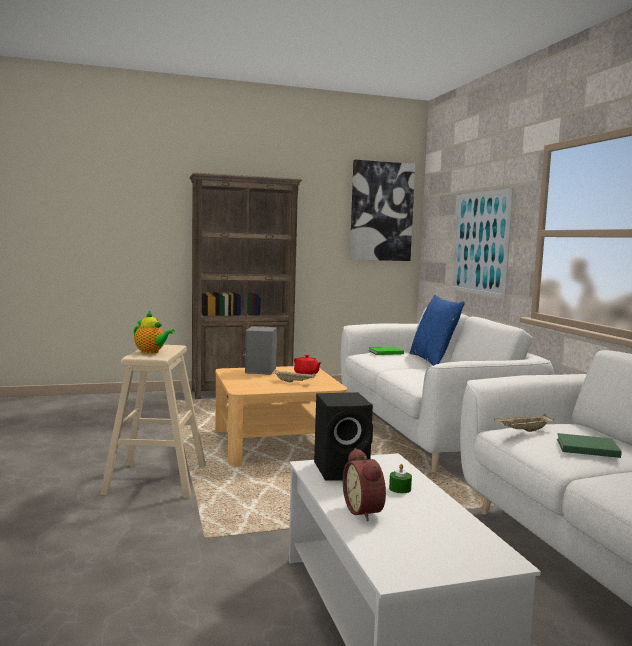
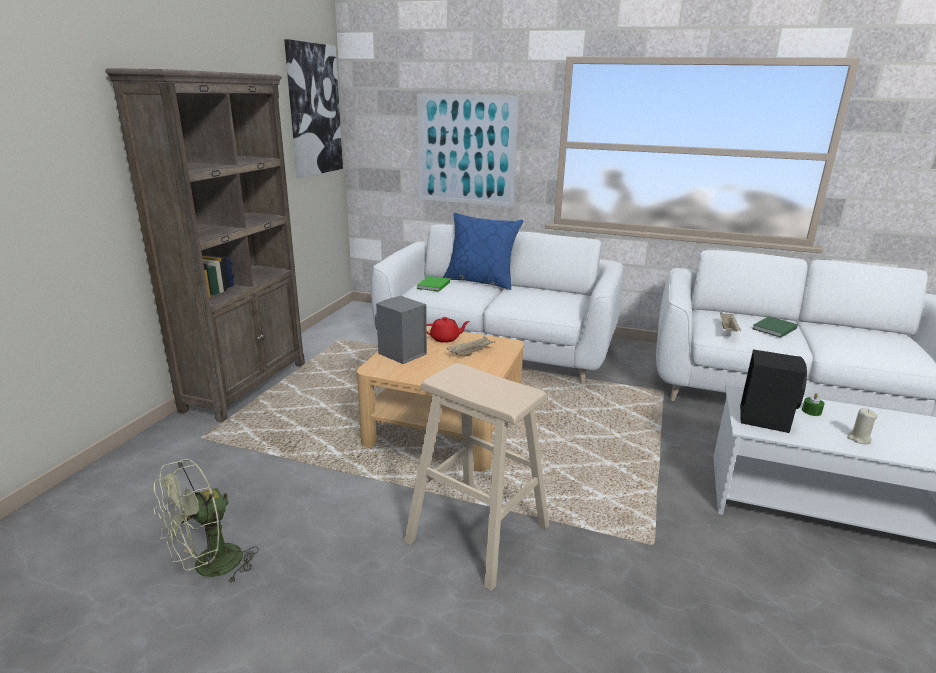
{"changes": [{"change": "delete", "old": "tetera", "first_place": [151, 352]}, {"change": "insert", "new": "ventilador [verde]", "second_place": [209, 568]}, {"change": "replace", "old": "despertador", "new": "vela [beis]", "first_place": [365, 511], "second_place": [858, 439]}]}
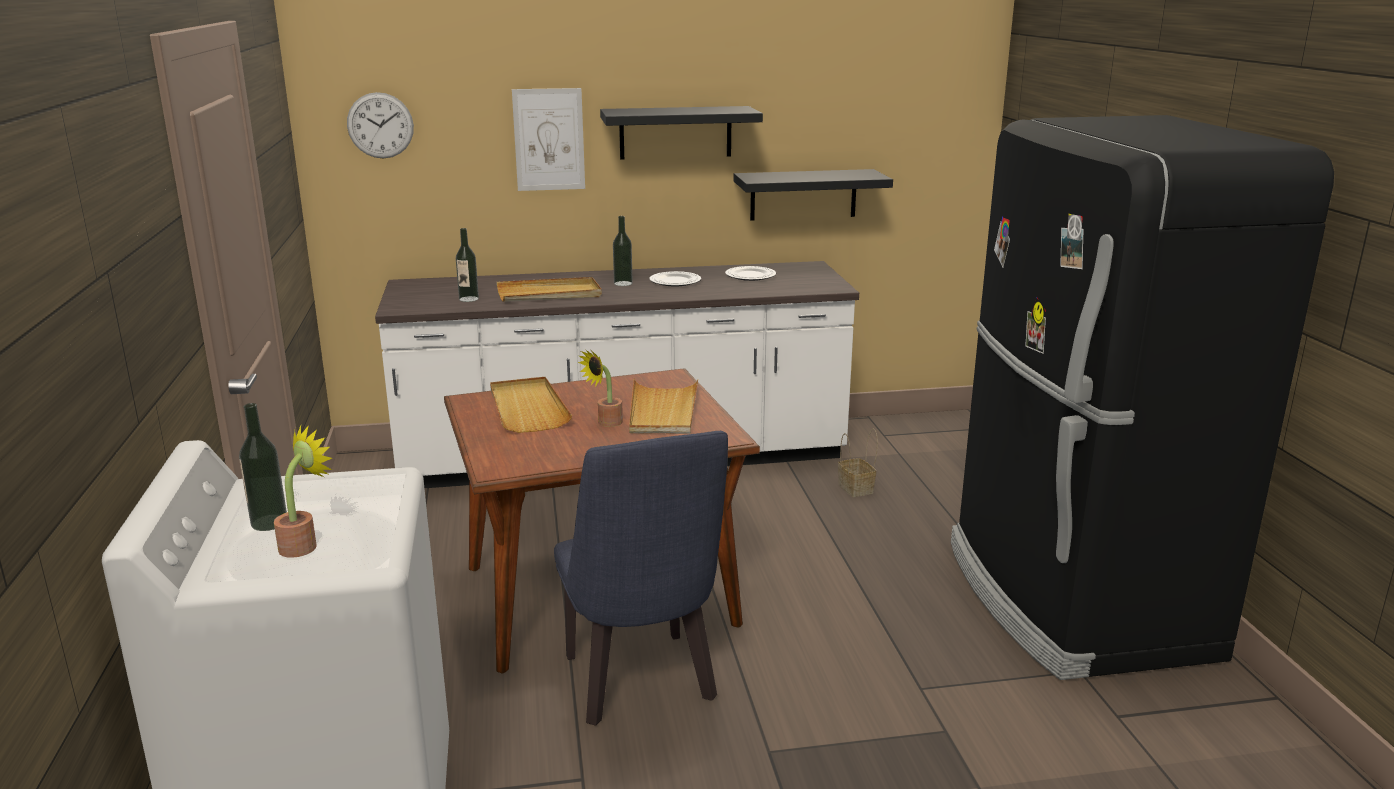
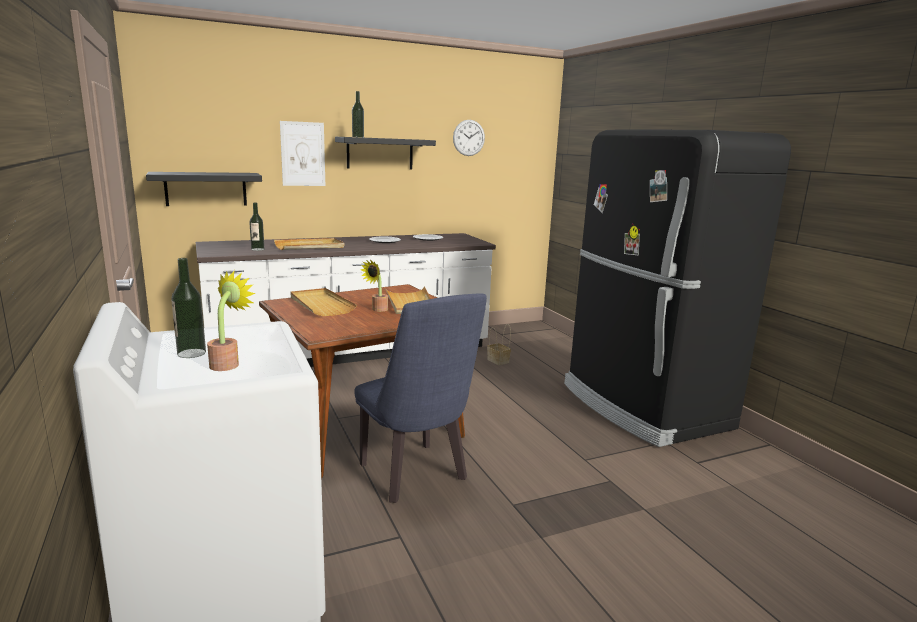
{"changes": [{"change": "move", "old": "reloj de pared", "first_place": [380, 125], "second_place": [468, 138]}, {"change": "move", "old": "botella", "first_place": [623, 283], "second_place": [358, 137]}, {"change": "move", "old": "estante [negro]", "first_place": [803, 194], "second_place": [206, 189]}]}
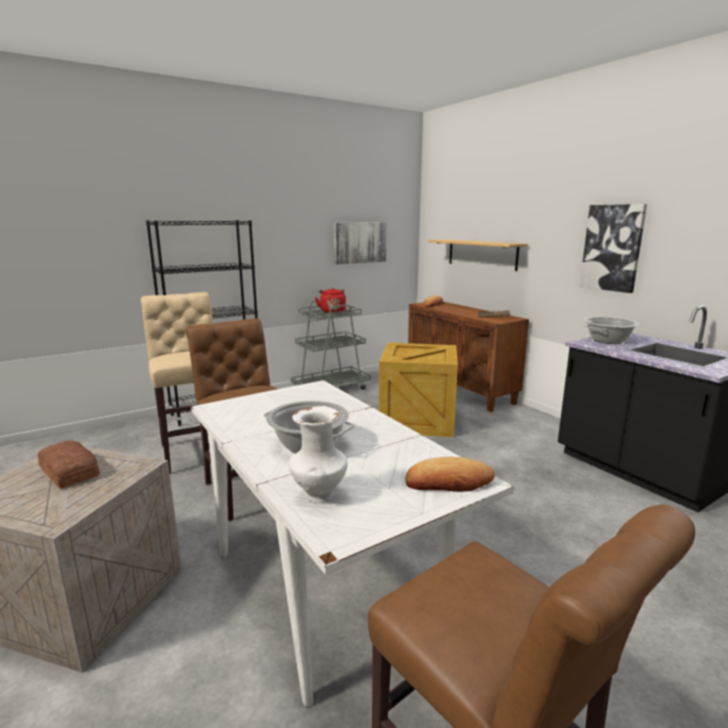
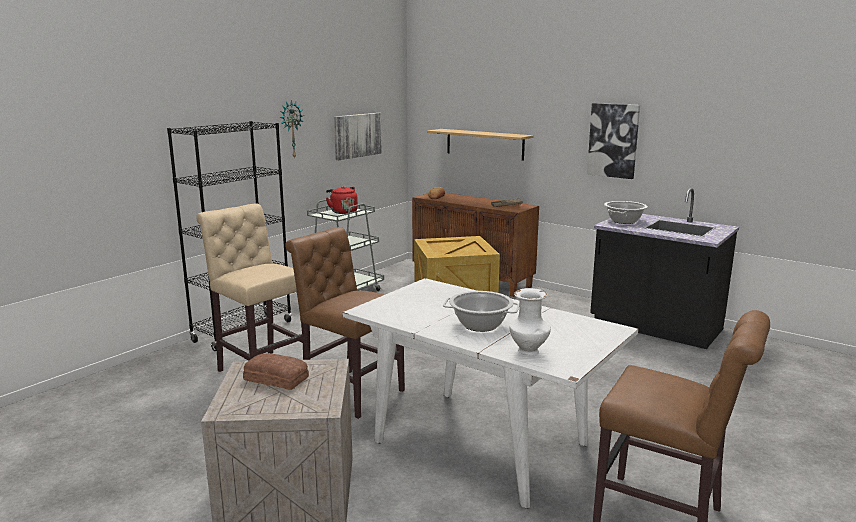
{"changes": [{"change": "delete", "old": "pan", "first_place": [448, 482]}, {"change": "insert", "new": "reloj de pared", "second_place": [291, 129]}]}
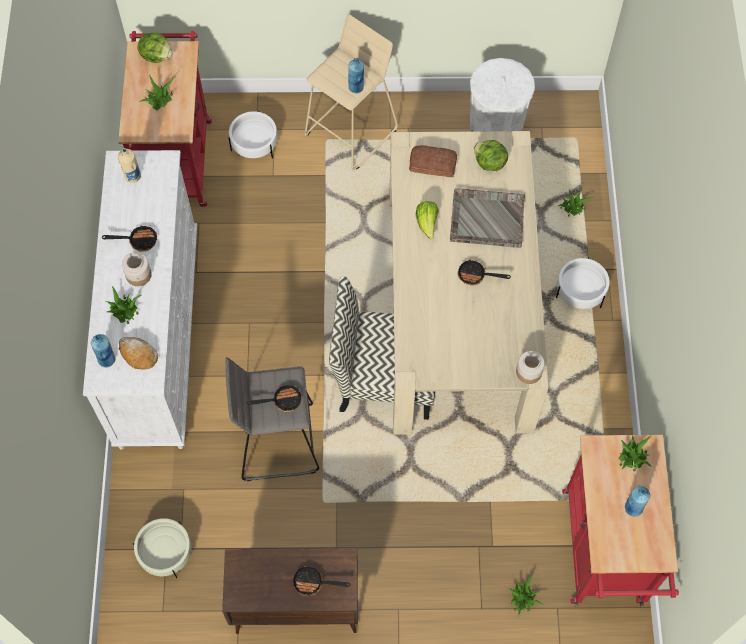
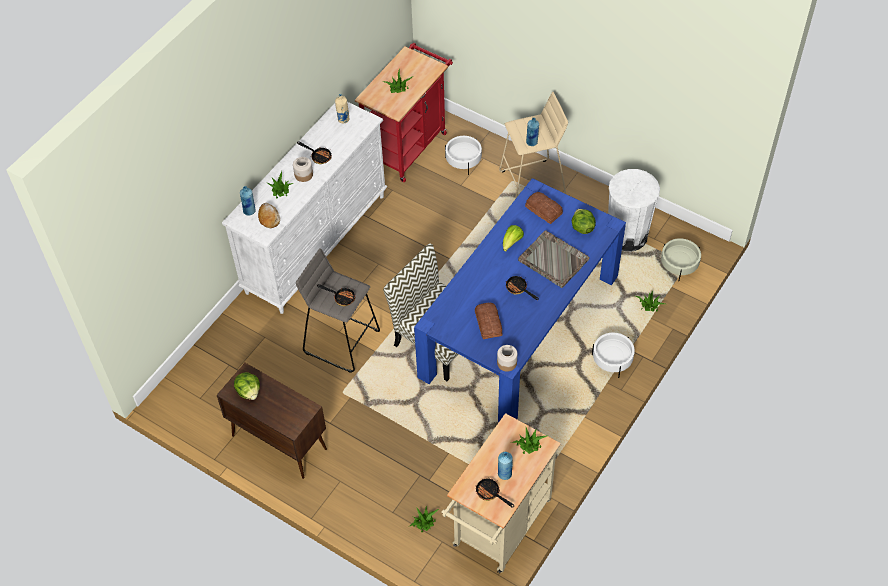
{"changes": [{"change": "insert", "new": "pan", "second_place": [489, 323]}, {"change": "move", "old": "maceta [beis]", "first_place": [165, 552], "second_place": [679, 265]}, {"change": "move", "old": "lechuga", "first_place": [156, 55], "second_place": [249, 391]}, {"change": "move", "old": "sartén", "first_place": [313, 583], "second_place": [490, 493]}, {"change": "recolor", "old": "mesa de comedor [beis]", "new": "mesa de comedor [azul]", "first_place": [458, 308], "second_place": [520, 326]}, {"change": "recolor", "old": "carrito [rojo]", "new": "carrito [beis]", "first_place": [604, 555], "second_place": [499, 529]}]}
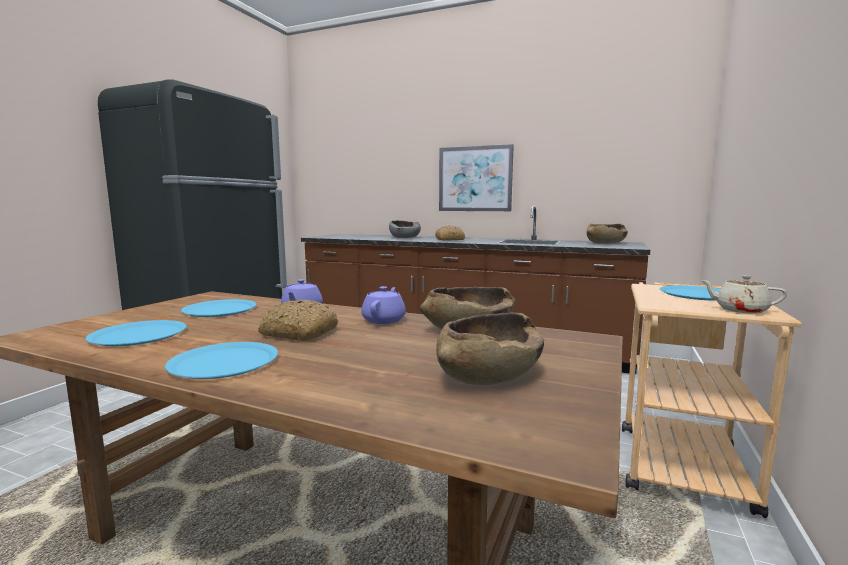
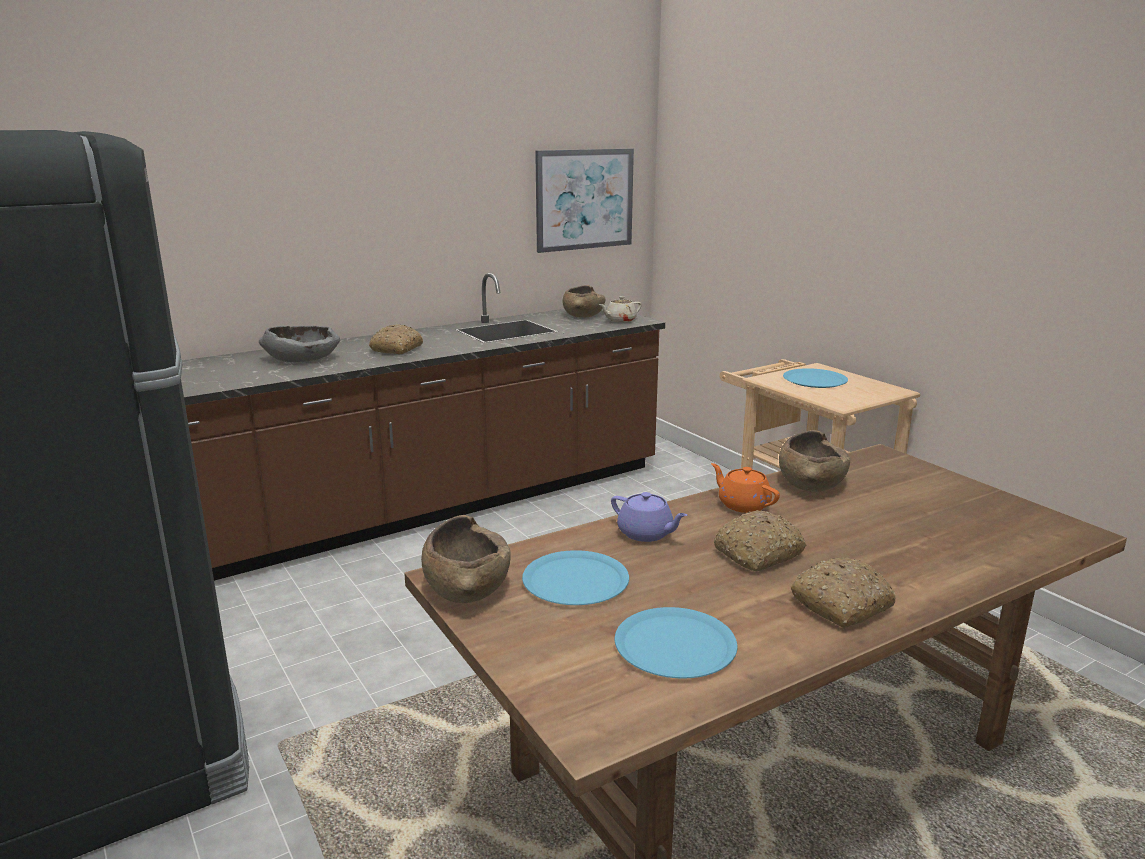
{"changes": [{"change": "move", "old": "cuenco [marrón]", "first_place": [489, 373], "second_place": [466, 584]}, {"change": "move", "old": "cuadro", "first_place": [475, 179], "second_place": [584, 199]}, {"change": "move", "old": "tetera [beis]", "first_place": [740, 310], "second_place": [620, 320]}, {"change": "replace", "old": "plato [azul]", "new": "pan", "first_place": [224, 362], "second_place": [842, 604]}, {"change": "recolor", "old": "tetera [morado]", "new": "tetera [naranja]", "first_place": [384, 320], "second_place": [742, 505]}]}
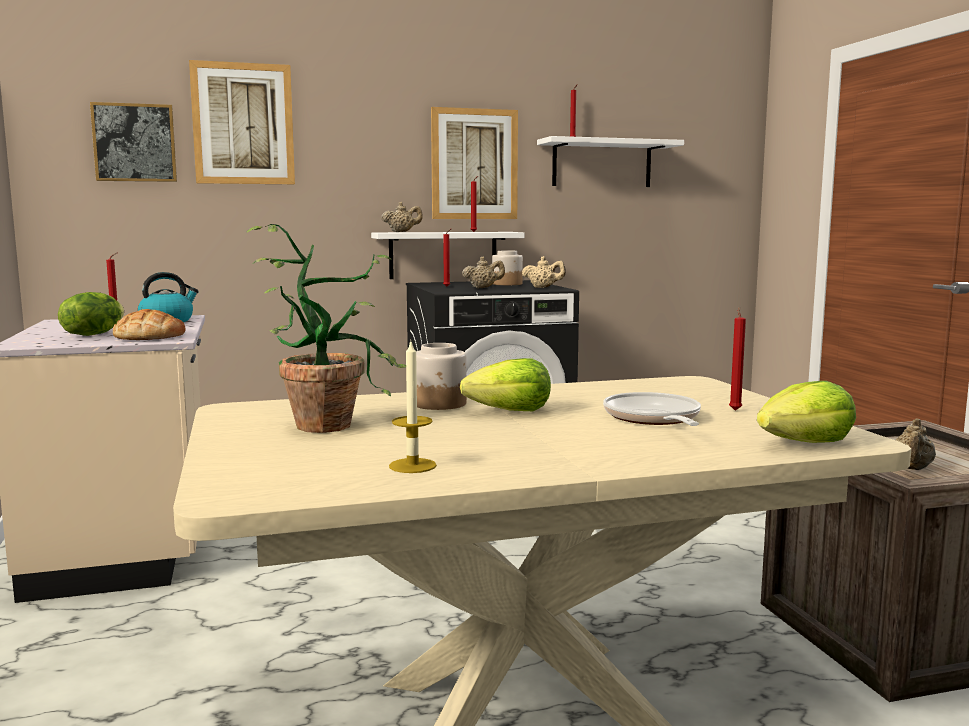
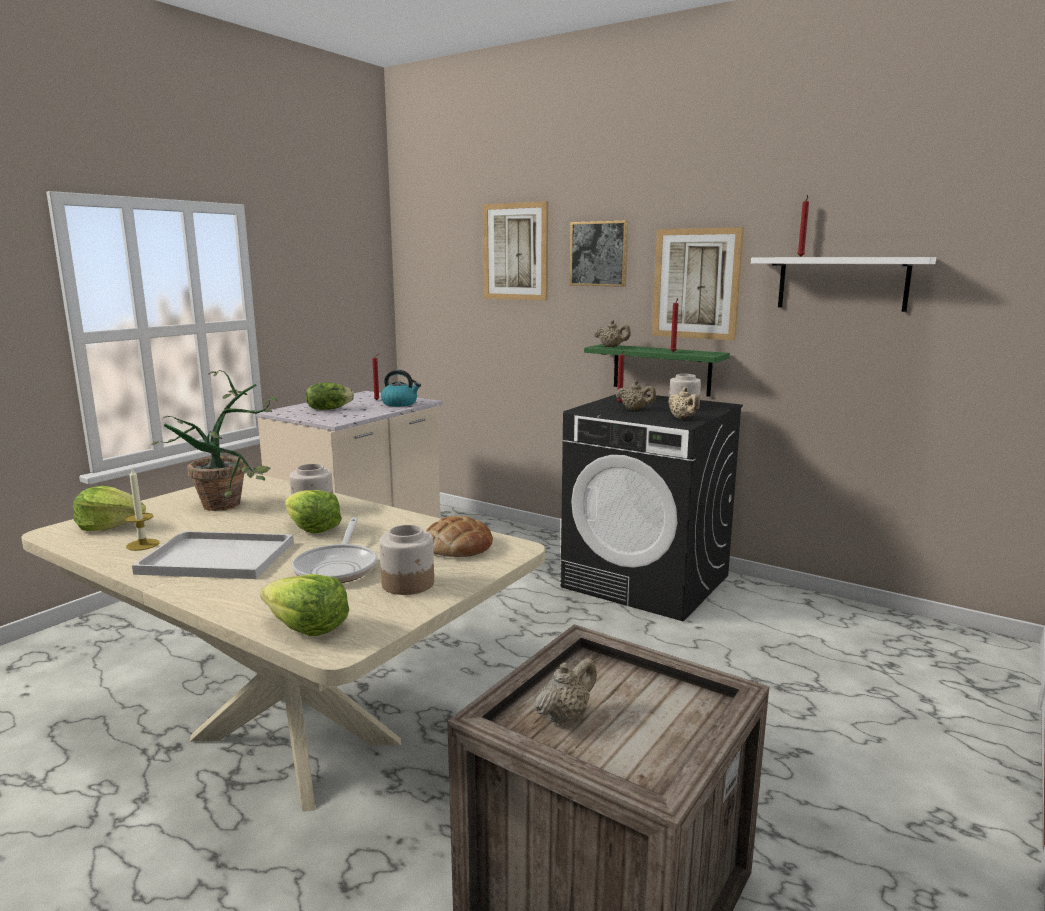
{"changes": [{"change": "insert", "new": "lechuga", "second_place": [110, 526]}, {"change": "insert", "new": "bandeja [blanco]", "second_place": [221, 557]}, {"change": "move", "old": "cuadro", "first_place": [134, 143], "second_place": [599, 254]}, {"change": "move", "old": "pan", "first_place": [150, 336], "second_place": [458, 546]}, {"change": "replace", "old": "vela [rojo]", "new": "tarro", "first_place": [735, 410], "second_place": [408, 584]}, {"change": "recolor", "old": "estante [blanco]", "new": "estante [verde]", "first_place": [443, 255], "second_place": [661, 369]}, {"change": "rotate", "old": "sartén", "first_place": [653, 419], "second_place": [338, 567], "degrees": 135}, {"change": "rotate", "old": "tetera [beis]", "first_place": [911, 469], "second_place": [565, 716], "degrees": 150}]}
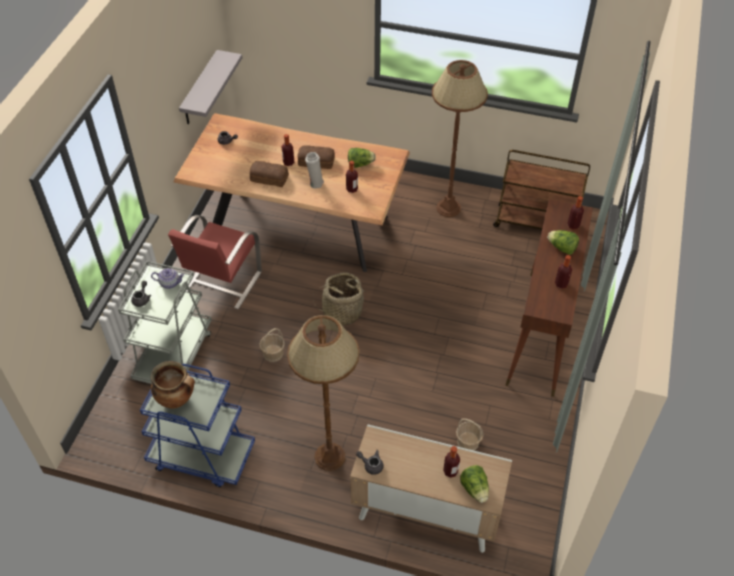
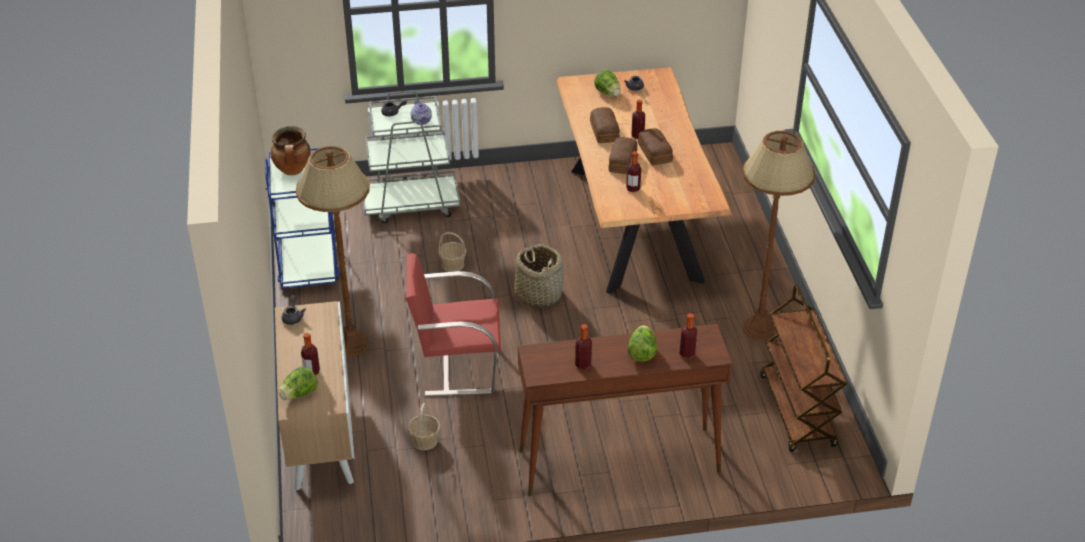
{"changes": [{"change": "delete", "old": "estante [gris]", "first_place": [200, 89]}, {"change": "move", "old": "silla [rojo]", "first_place": [221, 282], "second_place": [456, 366]}, {"change": "move", "old": "lechuga", "first_place": [360, 164], "second_place": [608, 93]}, {"change": "replace", "old": "florero [blanco]", "new": "pan", "first_place": [315, 183], "second_place": [622, 162]}]}
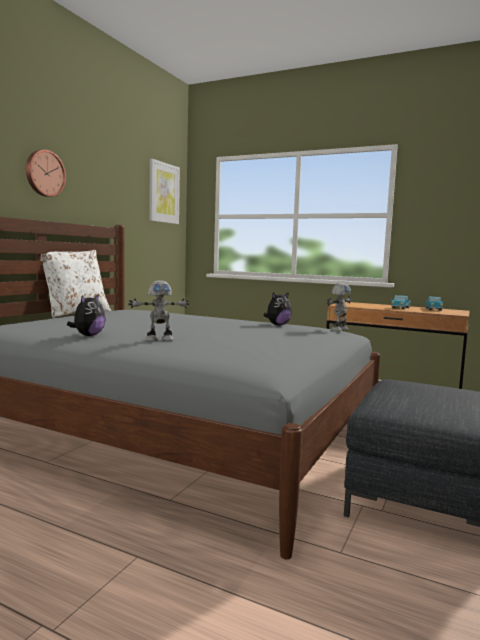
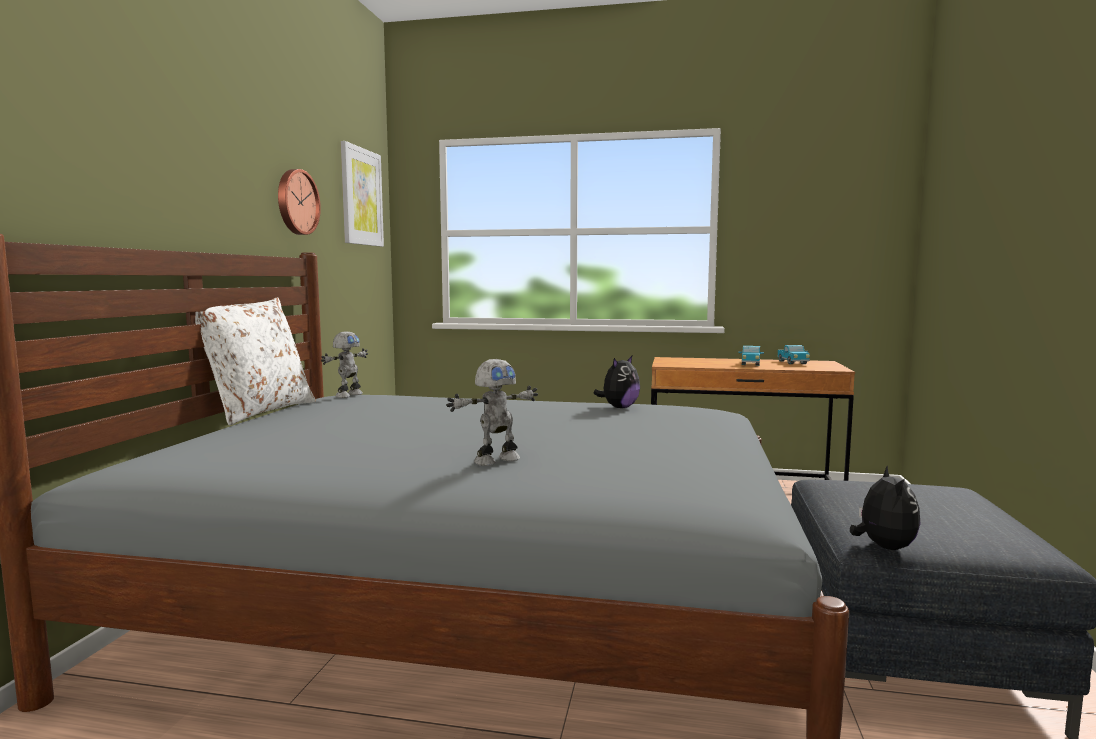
{"changes": [{"change": "move", "old": "reloj de pared", "first_place": [44, 173], "second_place": [296, 202]}, {"change": "move", "old": "peluche", "first_place": [88, 335], "second_place": [883, 547]}, {"change": "move", "old": "robot de juguete", "first_place": [338, 329], "second_place": [348, 395]}]}
